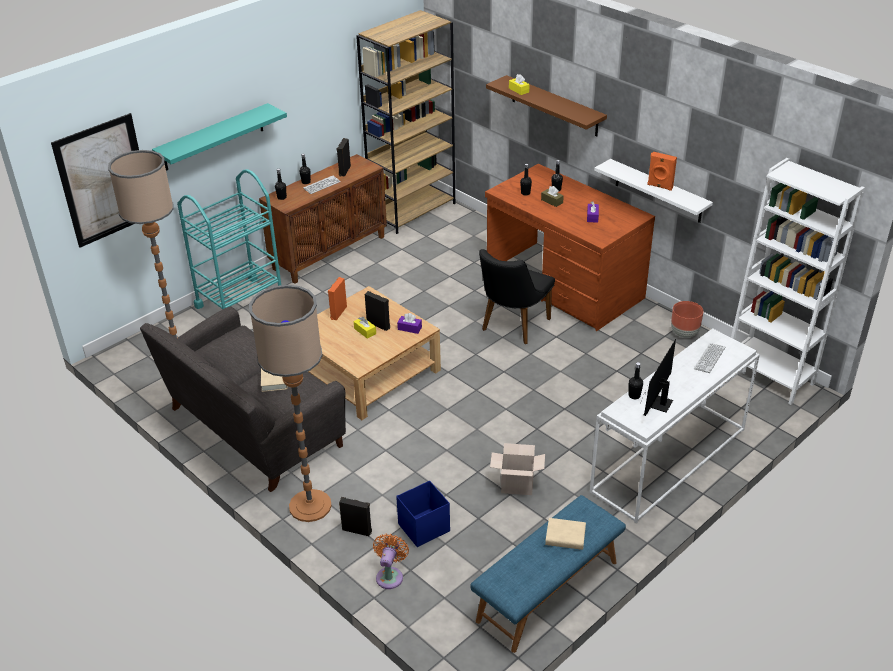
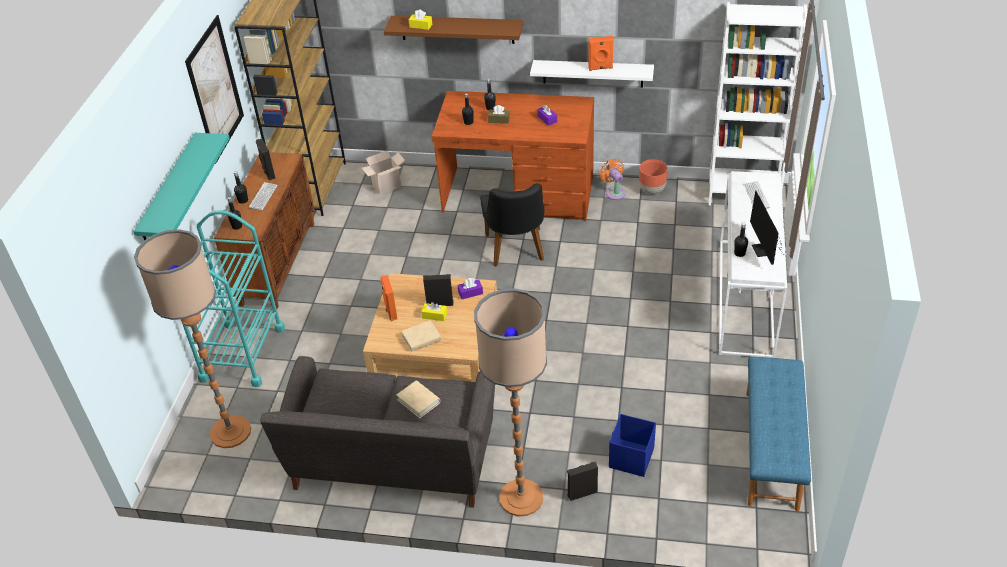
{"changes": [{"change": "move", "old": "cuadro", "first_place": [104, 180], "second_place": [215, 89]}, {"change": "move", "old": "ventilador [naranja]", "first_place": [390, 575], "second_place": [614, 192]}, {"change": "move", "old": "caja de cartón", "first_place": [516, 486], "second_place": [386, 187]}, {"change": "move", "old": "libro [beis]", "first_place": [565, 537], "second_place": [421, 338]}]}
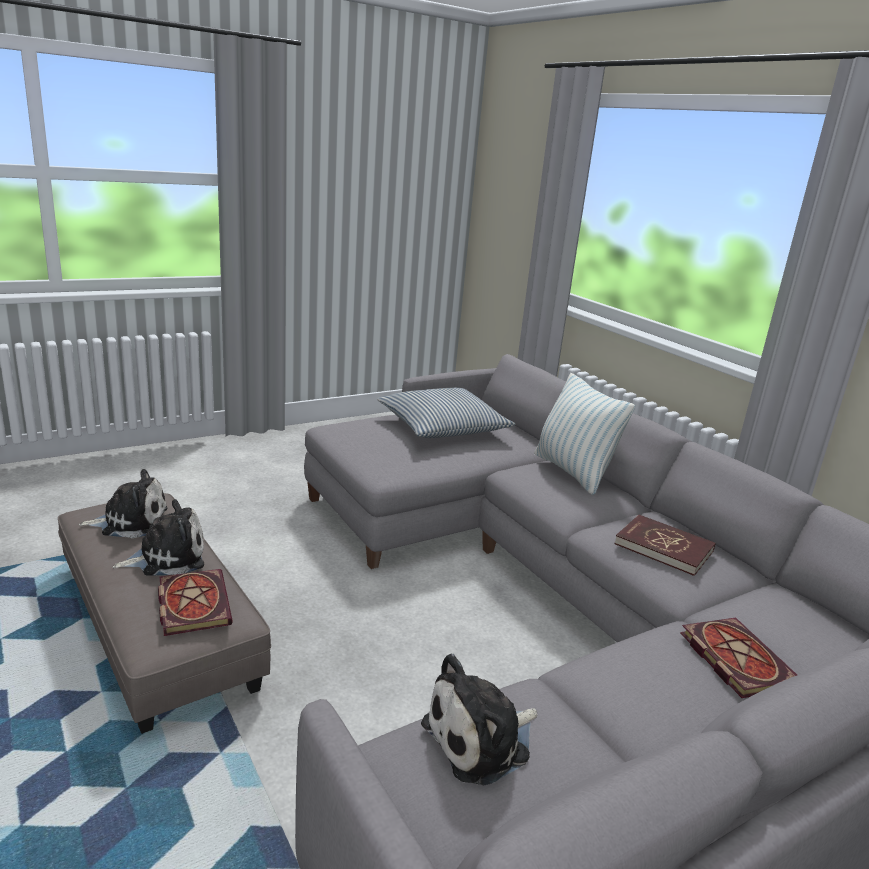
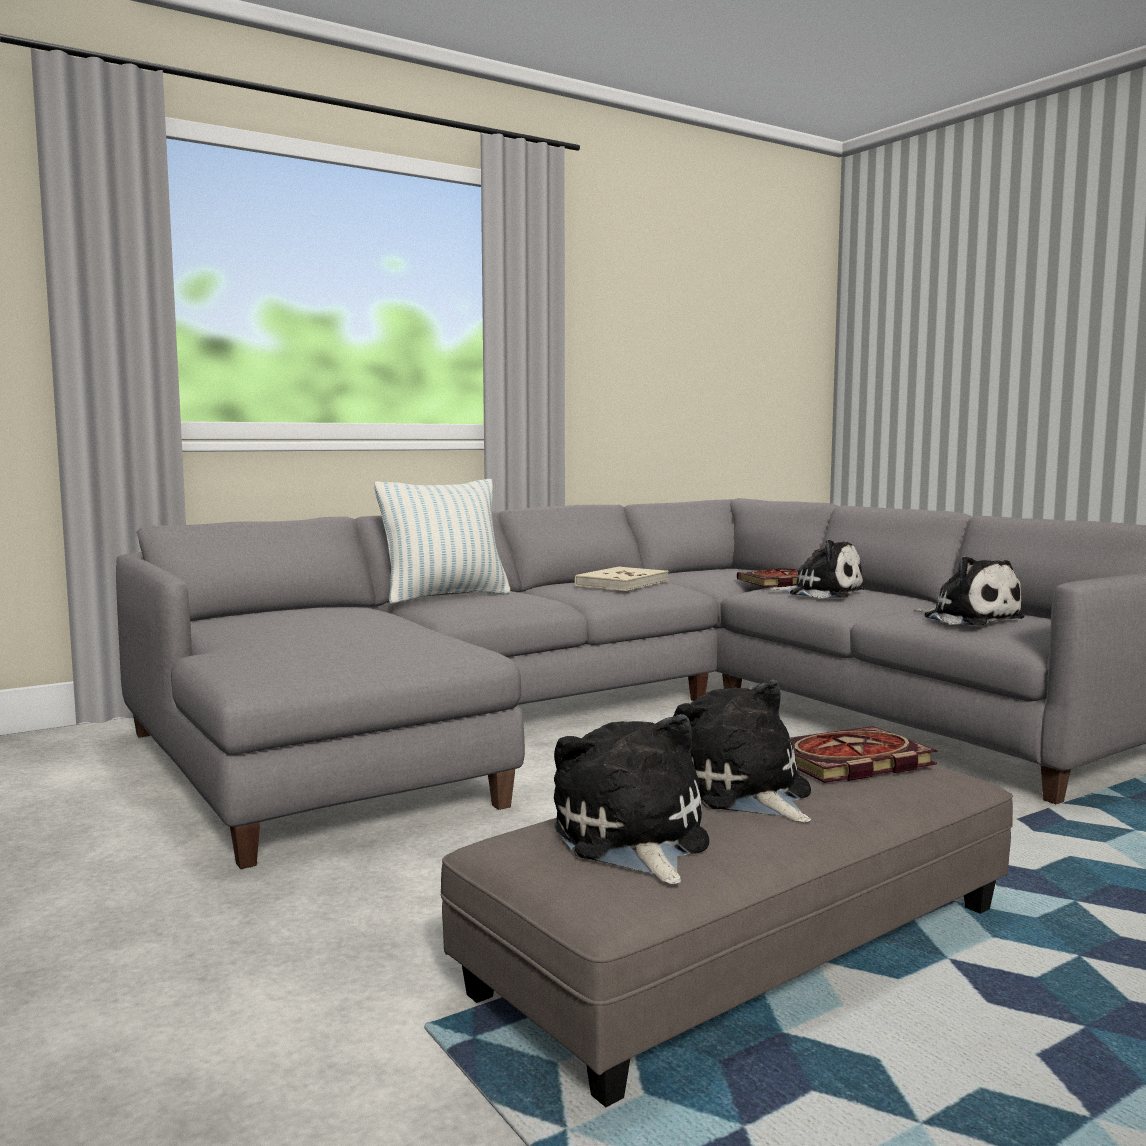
{"changes": [{"change": "delete", "old": "cojín", "first_place": [442, 426]}, {"change": "insert", "new": "peluche", "second_place": [821, 593]}, {"change": "recolor", "old": "libro [rojo]", "new": "libro [beis]", "first_place": [664, 547], "second_place": [621, 583]}]}
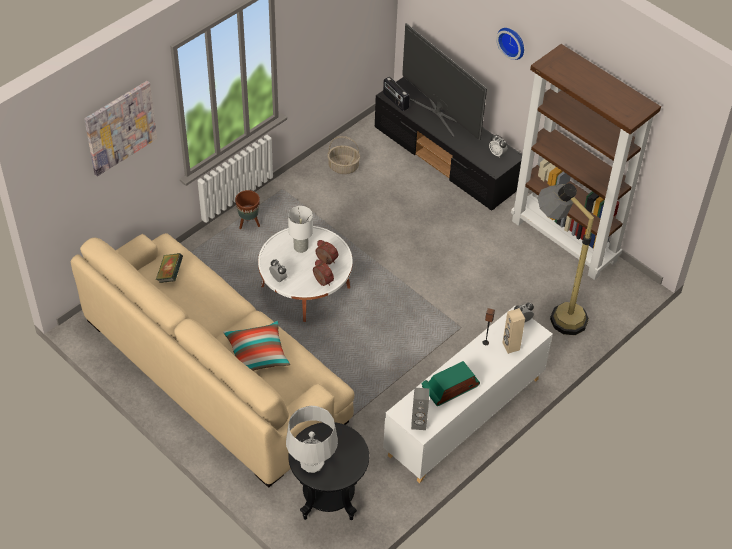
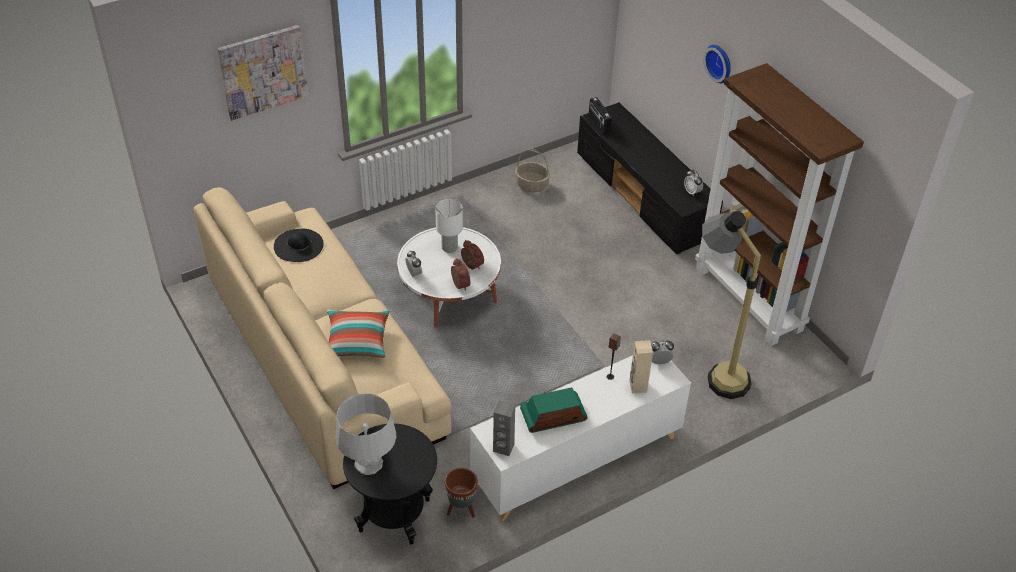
{"changes": [{"change": "delete", "old": "televisor", "first_place": [439, 113]}, {"change": "move", "old": "maceta [marrón]", "first_place": [248, 223], "second_place": [461, 509]}, {"change": "replace", "old": "libro", "new": "sombrero [negro]", "first_place": [170, 274], "second_place": [298, 245]}]}
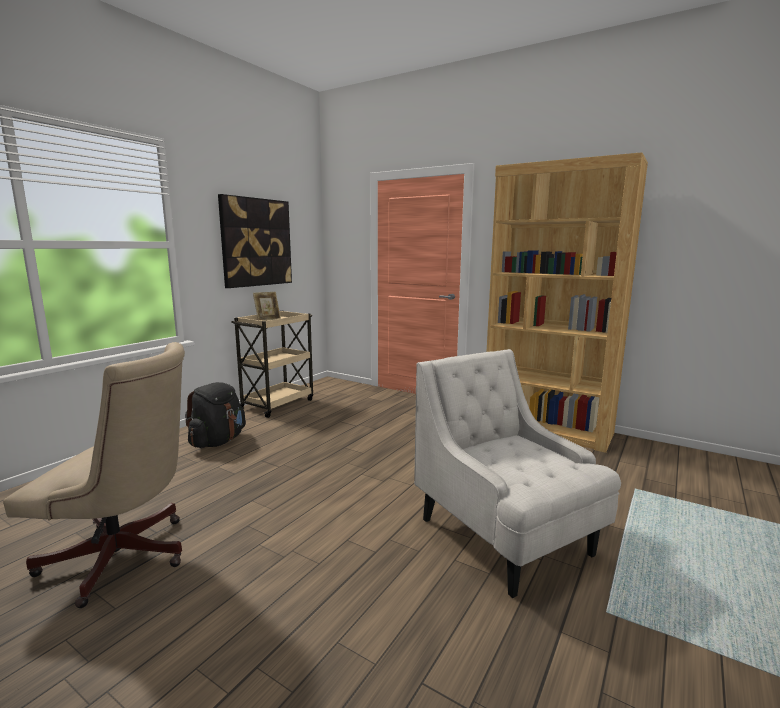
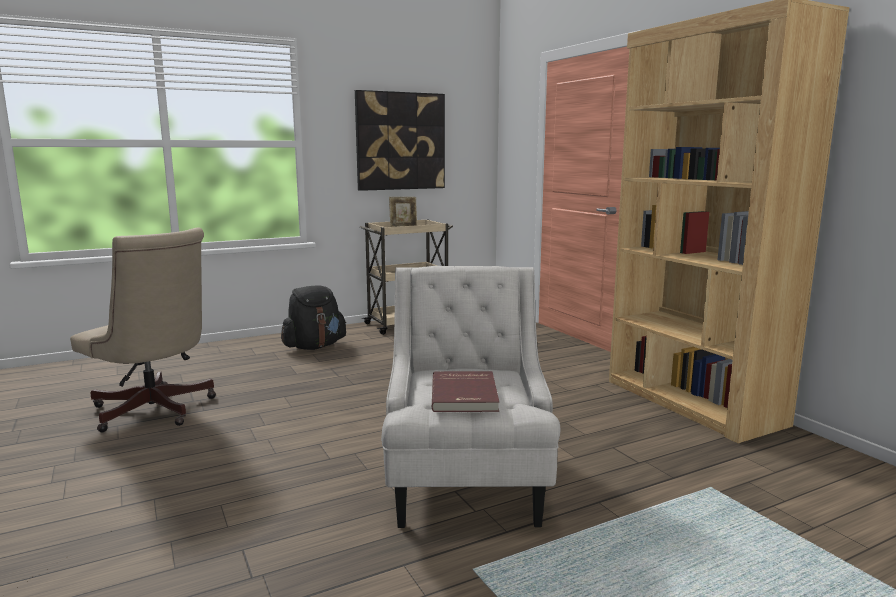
{"changes": [{"change": "insert", "new": "libro [rojo]", "second_place": [466, 395]}]}
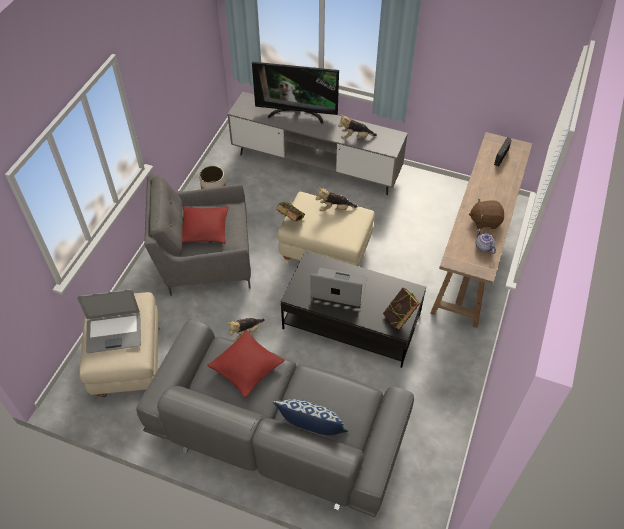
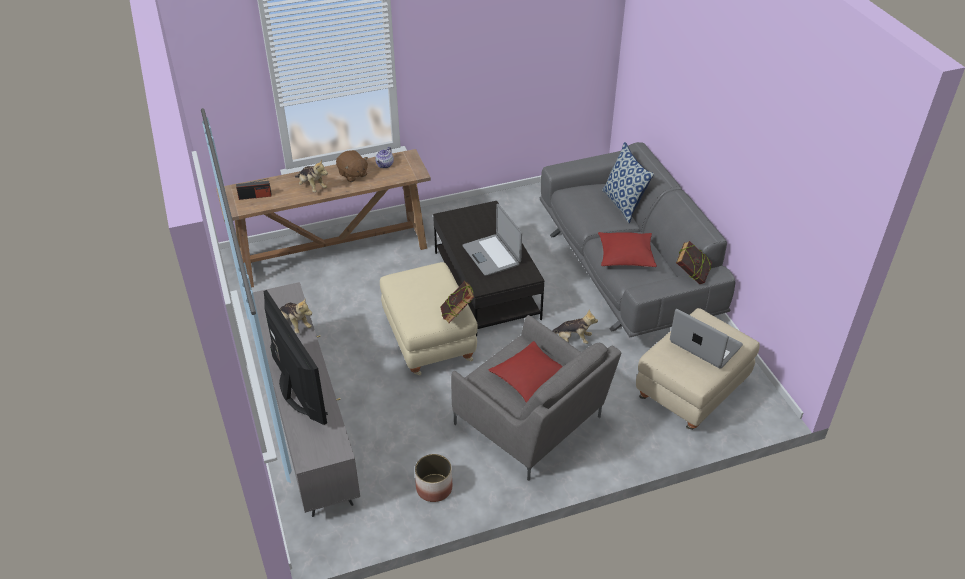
{"changes": [{"change": "move", "old": "peluche", "first_place": [335, 209], "second_place": [312, 186]}, {"change": "move", "old": "libro", "first_place": [399, 318], "second_place": [691, 276]}]}
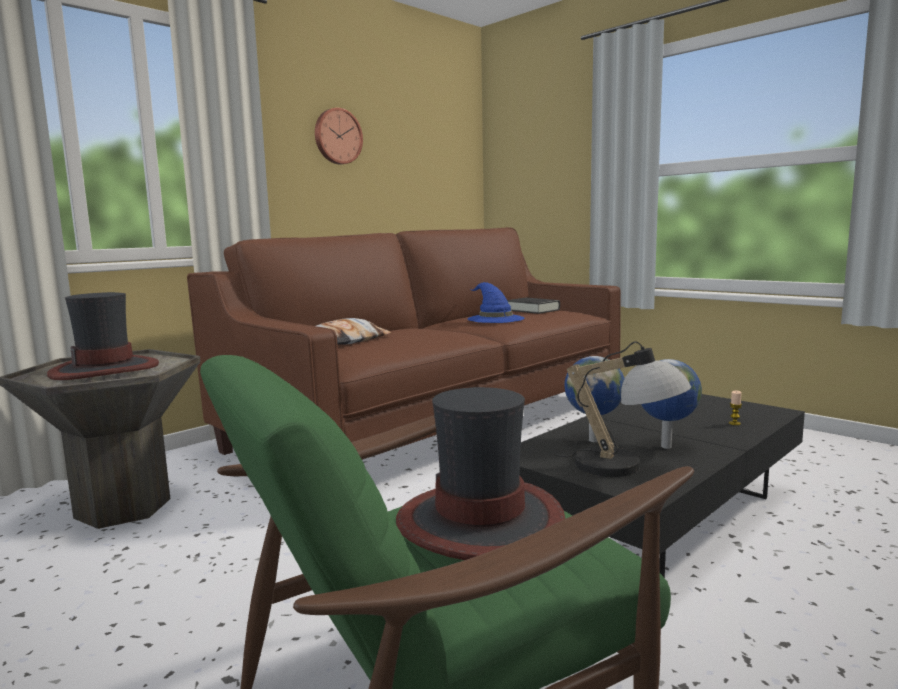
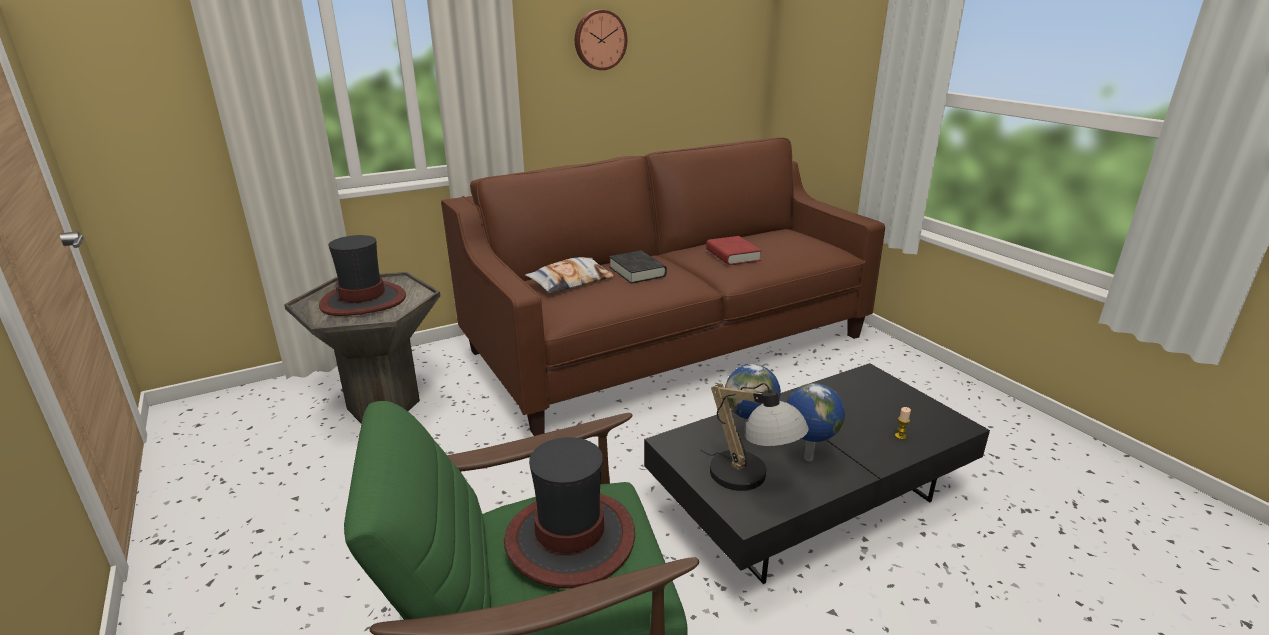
{"changes": [{"change": "move", "old": "libro [negro]", "first_place": [532, 310], "second_place": [637, 271]}, {"change": "replace", "old": "sombrero [azul]", "new": "libro [rojo]", "first_place": [495, 318], "second_place": [732, 255]}]}
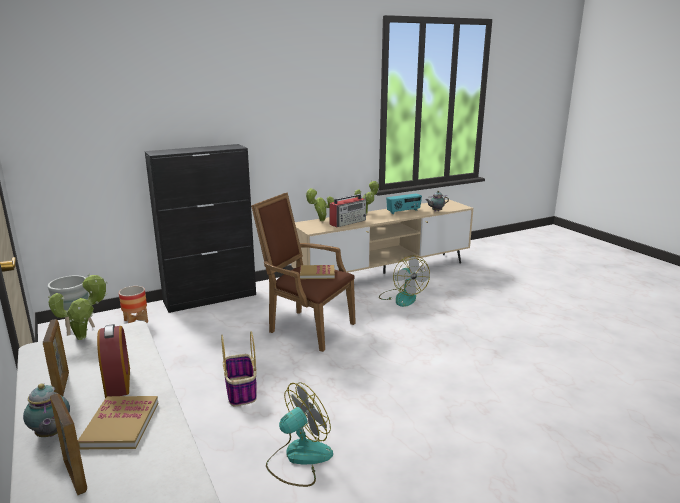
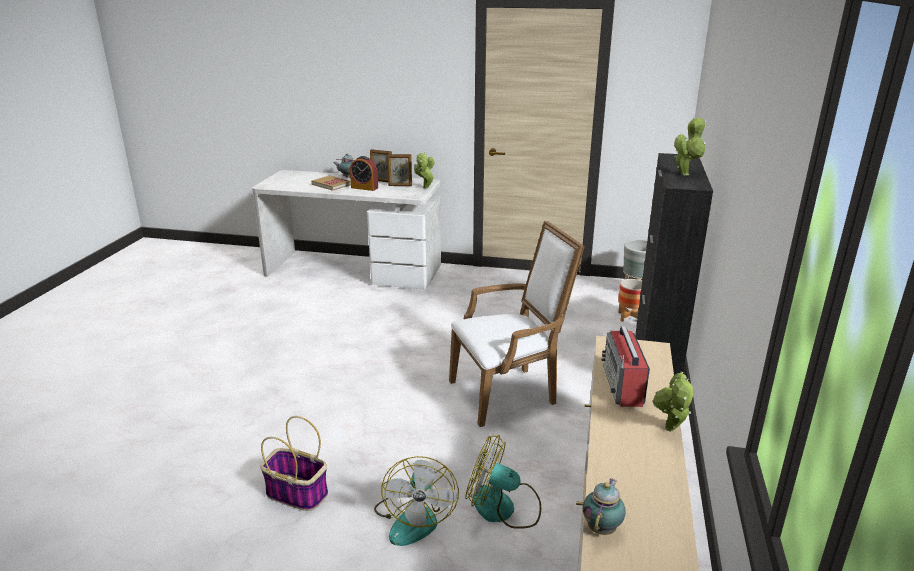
{"changes": [{"change": "delete", "old": "libro", "first_place": [317, 273]}, {"change": "delete", "old": "radio", "first_place": [403, 211]}, {"change": "move", "old": "portarretratos", "first_place": [75, 475], "second_place": [400, 185]}, {"change": "move", "old": "cesta", "first_place": [241, 392], "second_place": [295, 493]}, {"change": "move", "old": "ventilador", "first_place": [299, 458], "second_place": [414, 518]}, {"change": "move", "old": "planta en maceta", "first_place": [320, 220], "second_place": [685, 173]}, {"change": "recolor", "old": "sillón [marrón]", "new": "sillón [blanco]", "first_place": [306, 327], "second_place": [509, 392]}]}
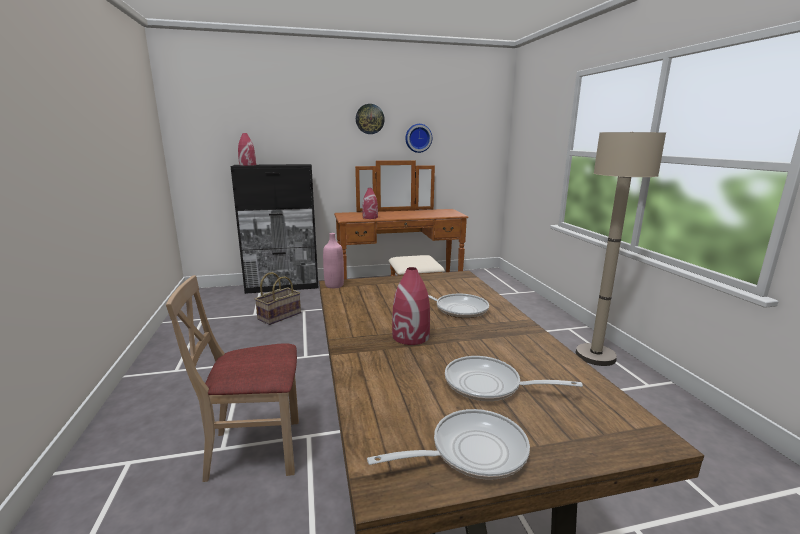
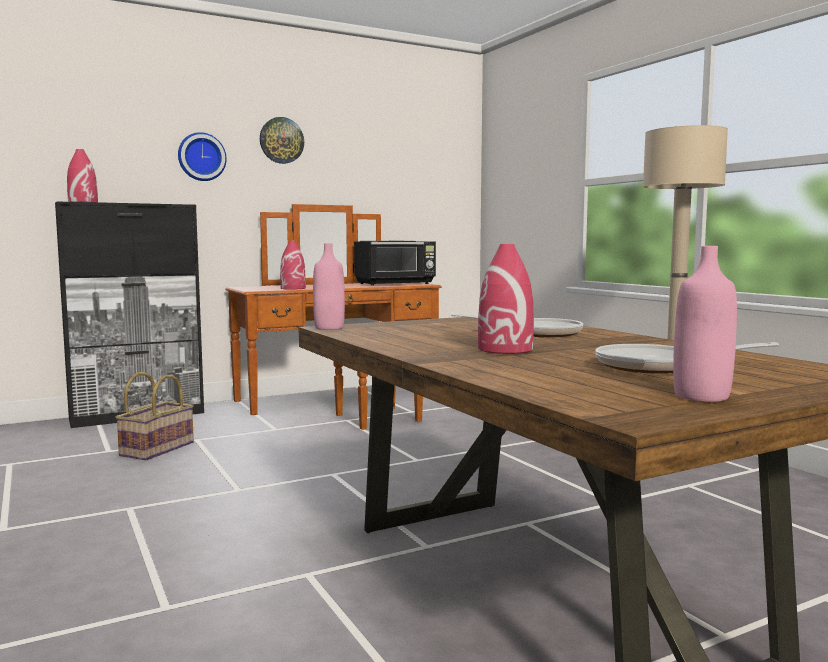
{"changes": [{"change": "delete", "old": "silla [beis]", "first_place": [255, 450]}, {"change": "insert", "new": "microondas [negro]", "second_place": [396, 283]}, {"change": "move", "old": "reloj de pared", "first_place": [418, 138], "second_place": [201, 157]}, {"change": "replace", "old": "sartén", "new": "botella [rosa]", "first_place": [470, 452], "second_place": [701, 396]}]}
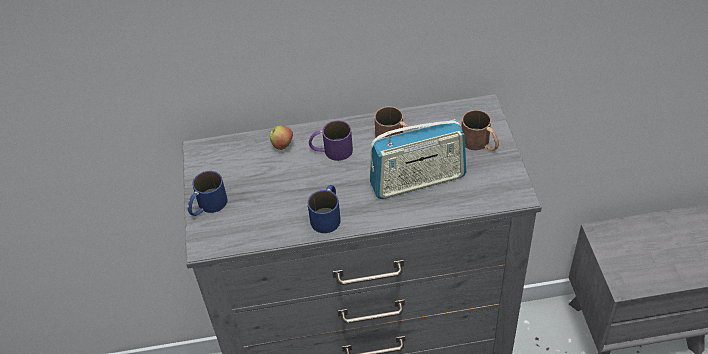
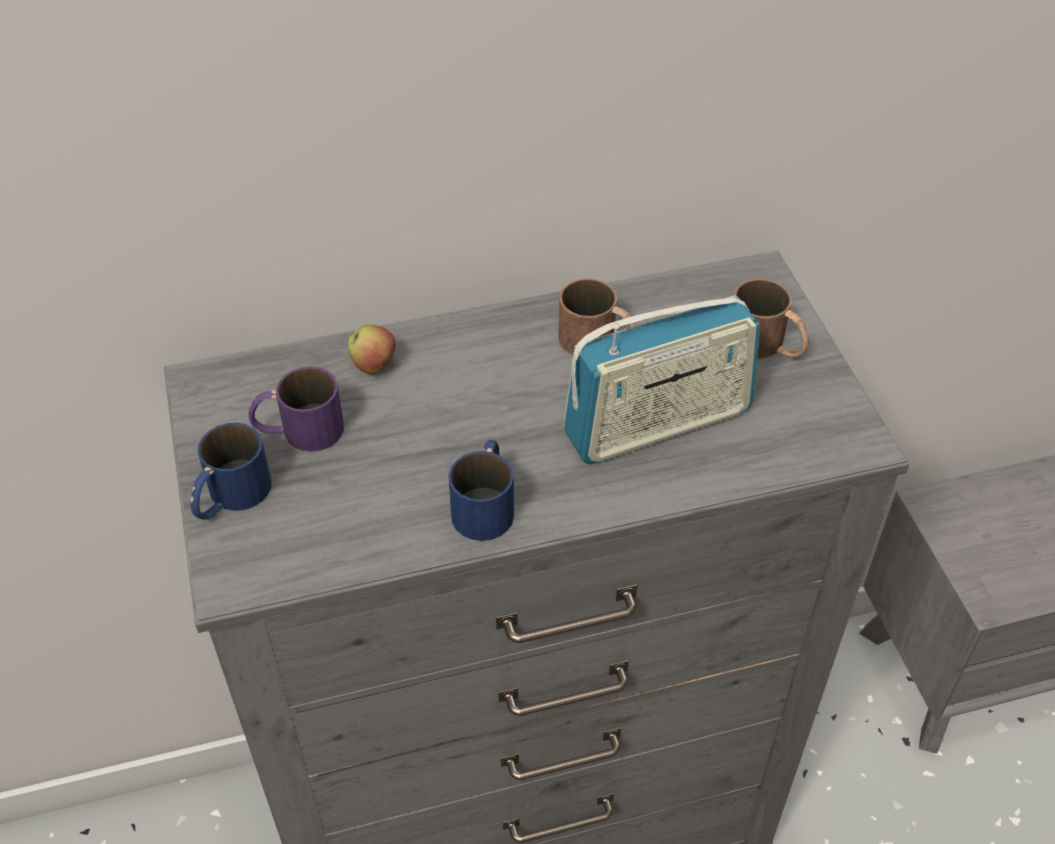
{"changes": [{"change": "move", "old": "taza grande [morado]", "first_place": [331, 150], "second_place": [298, 430]}]}
